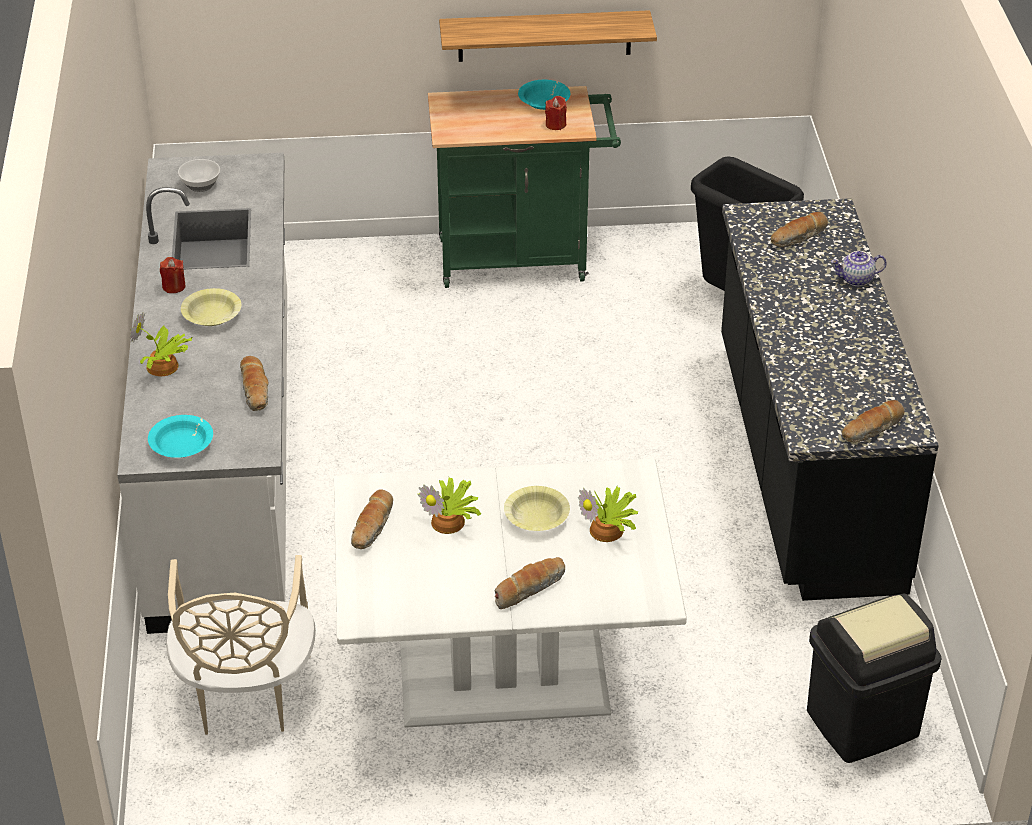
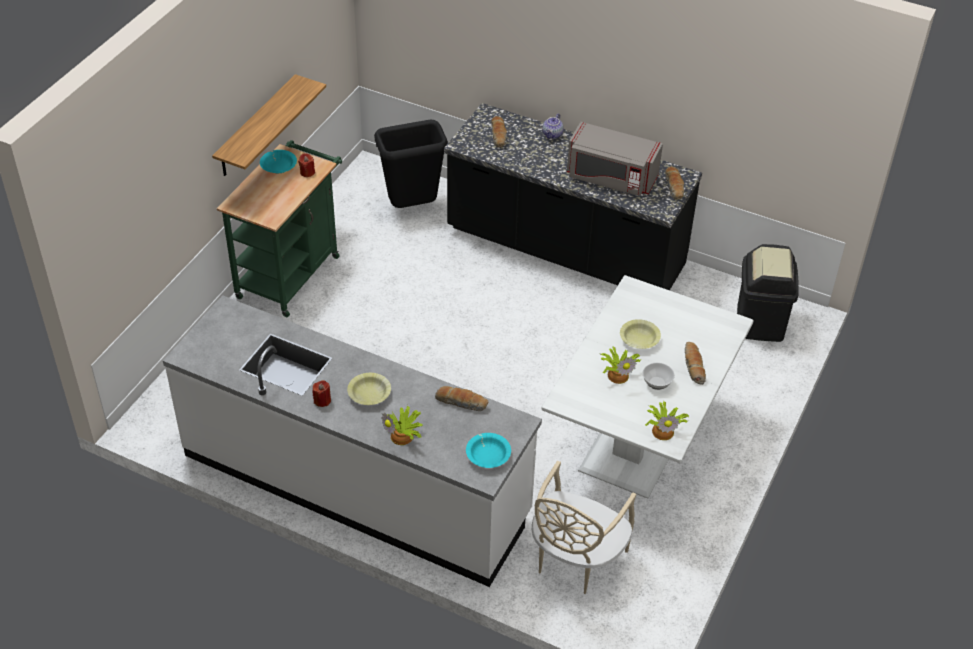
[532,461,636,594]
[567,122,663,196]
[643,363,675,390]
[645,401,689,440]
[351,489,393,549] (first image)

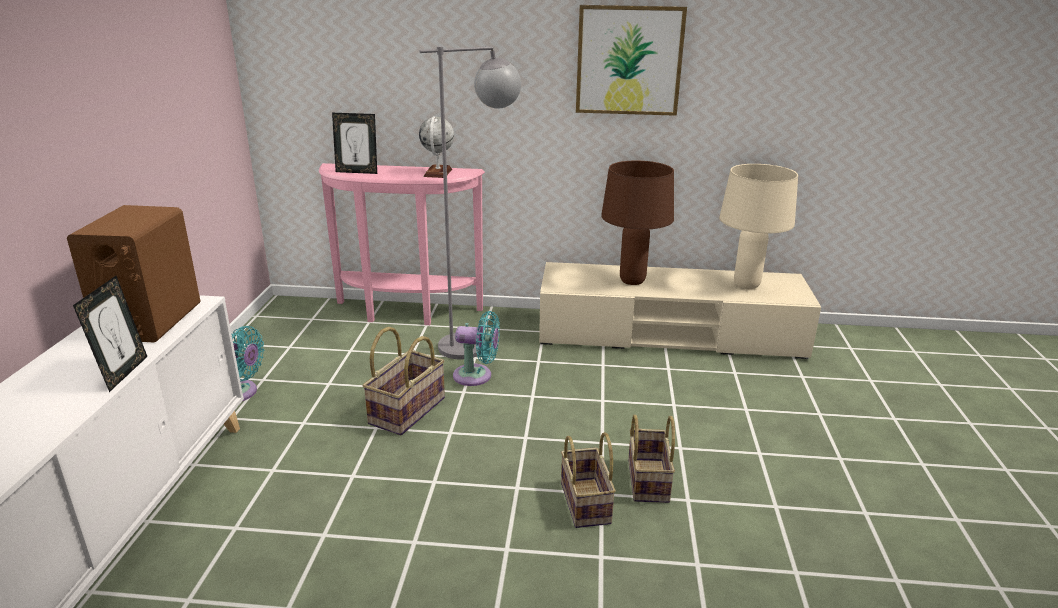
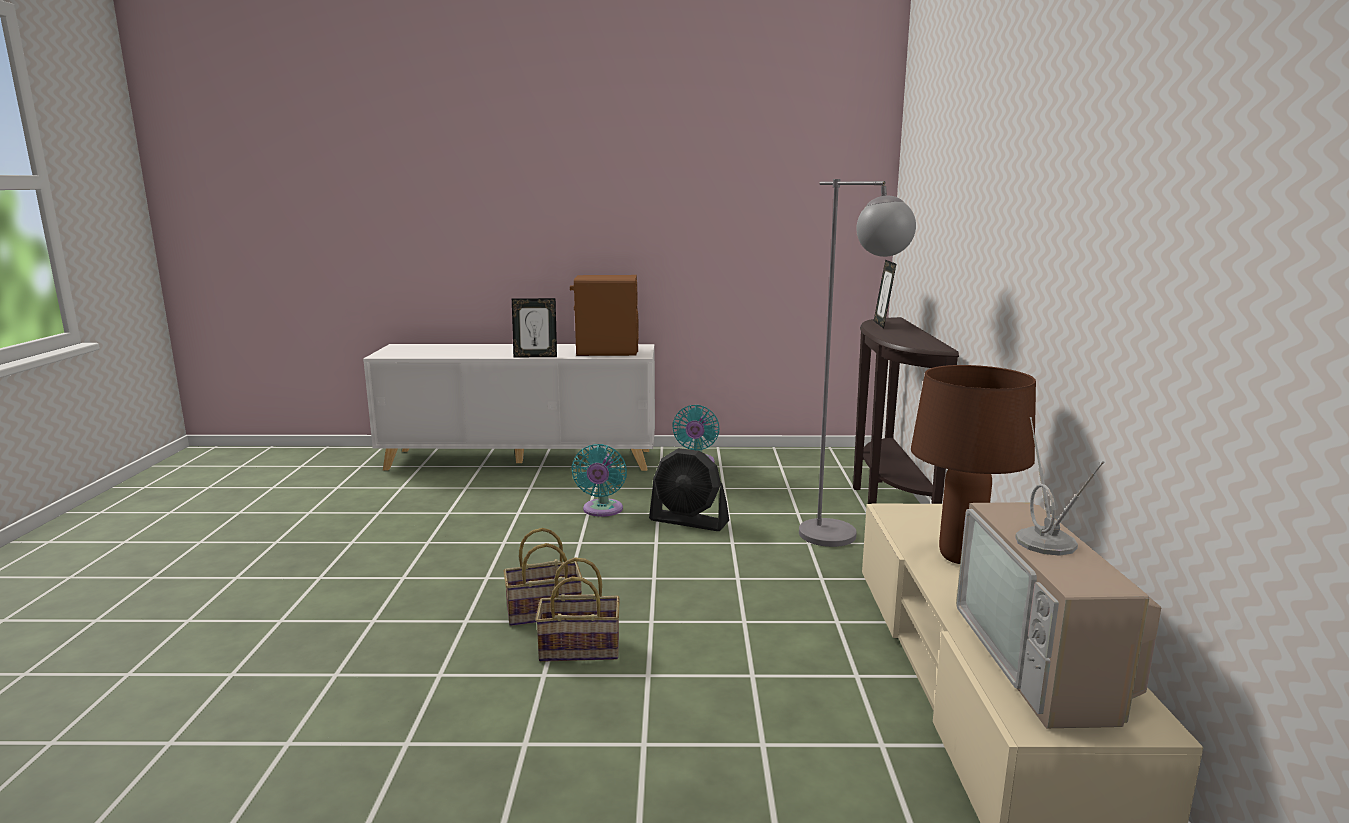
[571,444,627,517]
[649,448,729,531]
[853,317,959,504]
[956,417,1161,728]
[419,117,454,178] (first image)
[576,5,687,116] (first image)

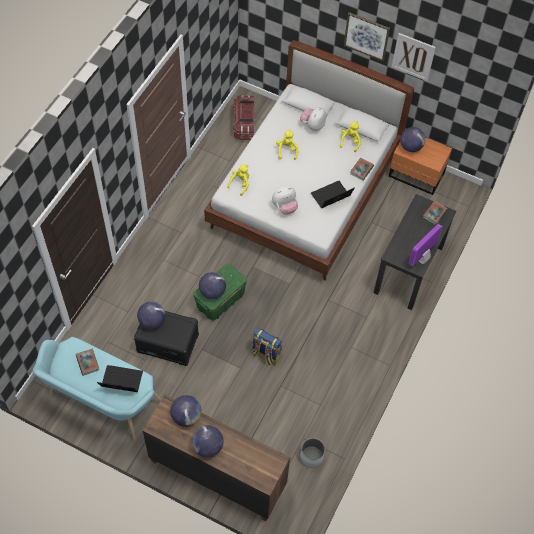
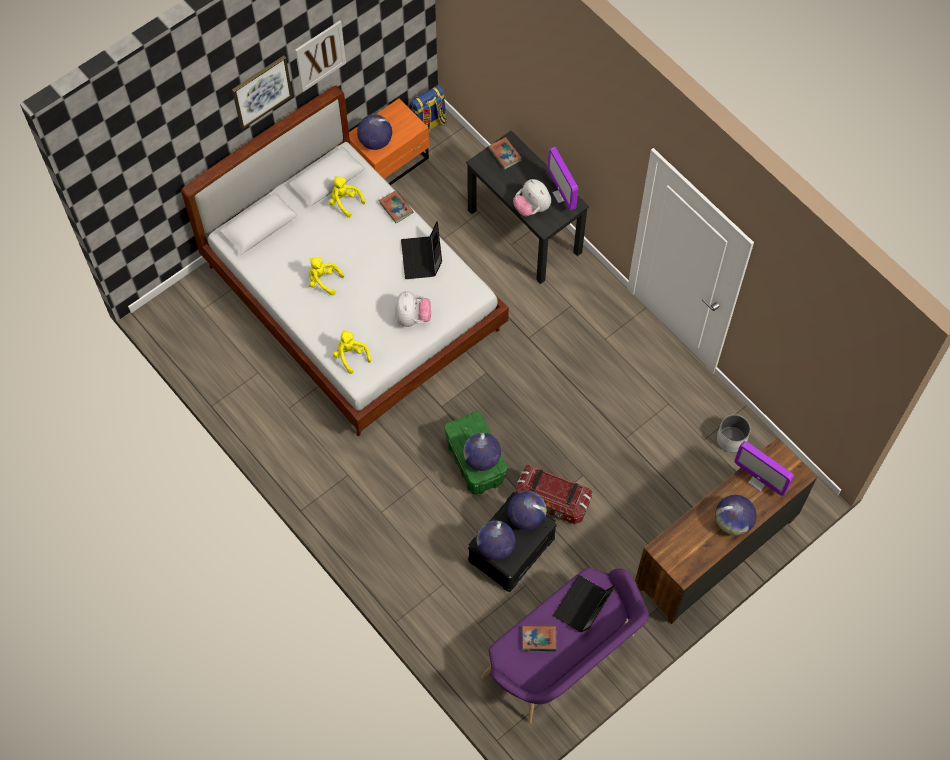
[410,85,447,132]
[481,567,649,723]
[508,491,547,530]
[513,179,551,217]
[516,465,593,524]
[734,441,794,496]

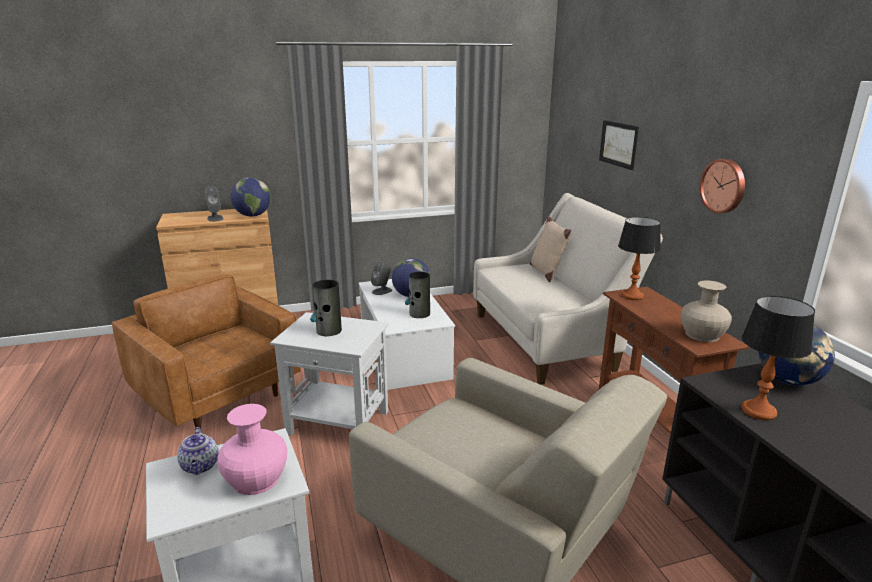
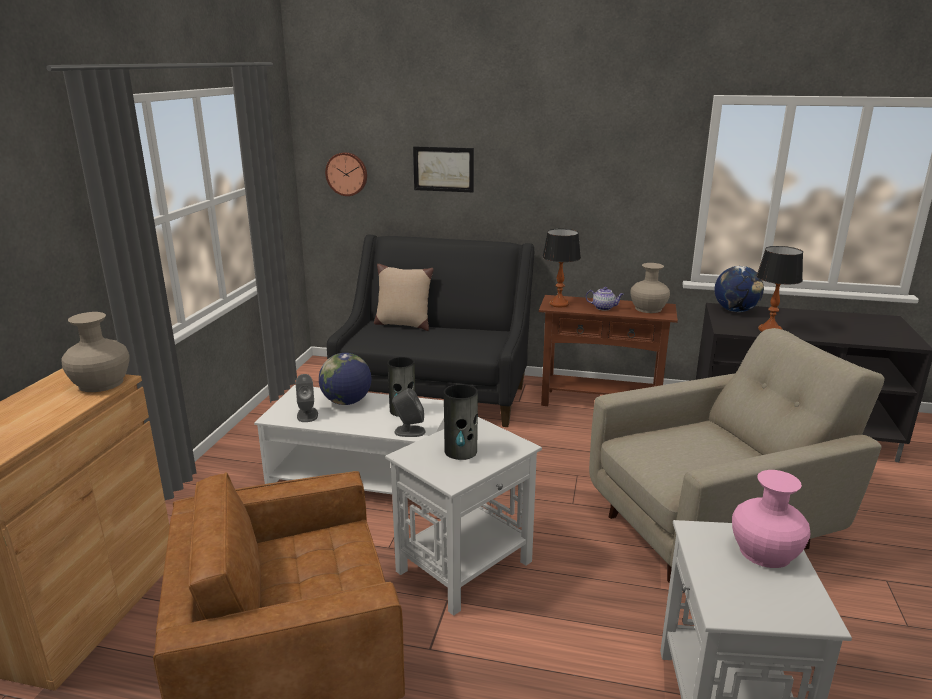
[61,312,130,392]
[325,152,367,196]
[327,235,534,427]
[392,388,426,437]
[586,287,624,311]

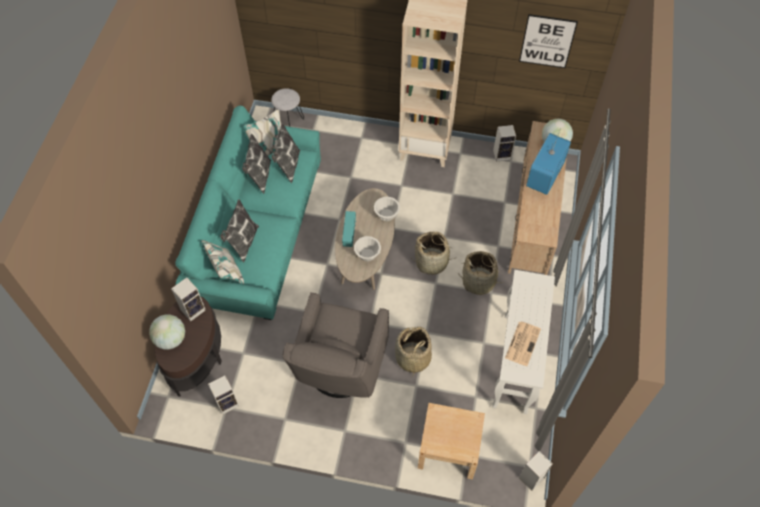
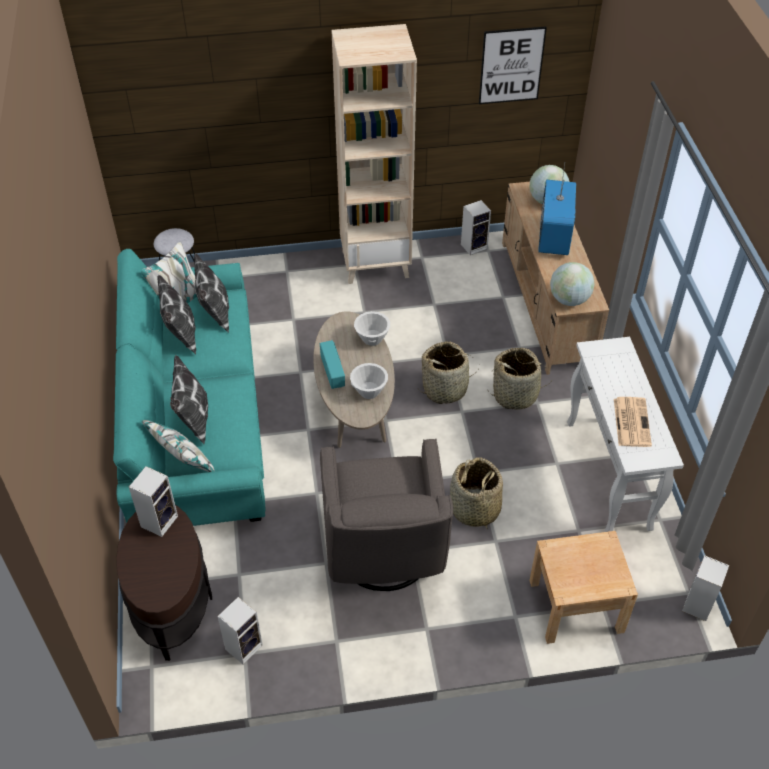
[550,262,595,306]

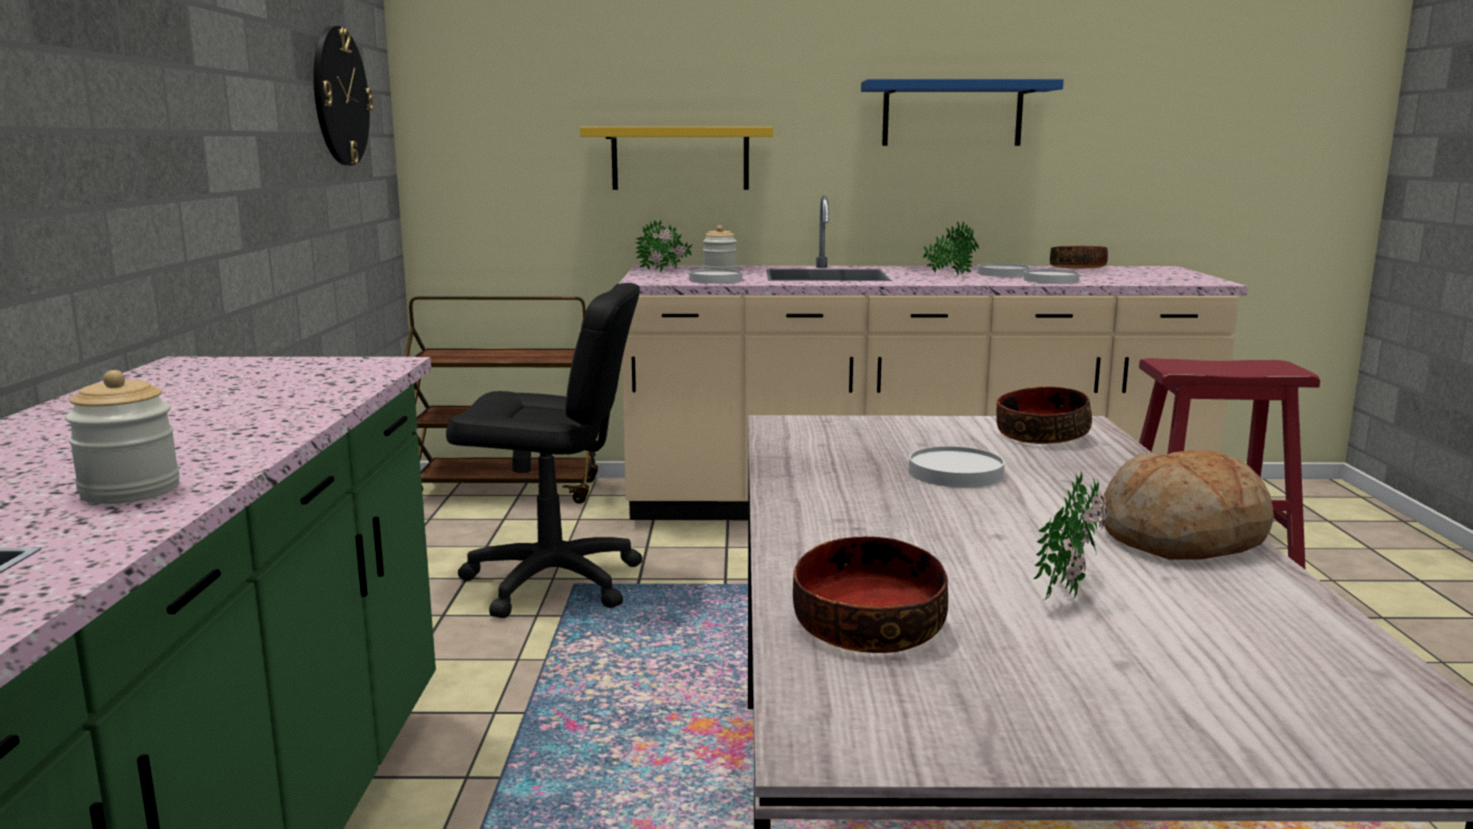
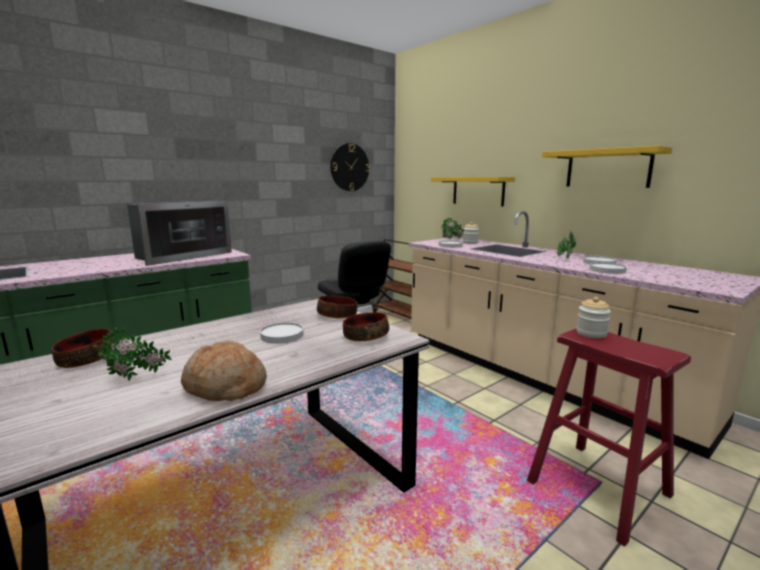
[127,200,232,266]
[317,296,357,318]
[542,146,672,188]
[576,297,611,338]

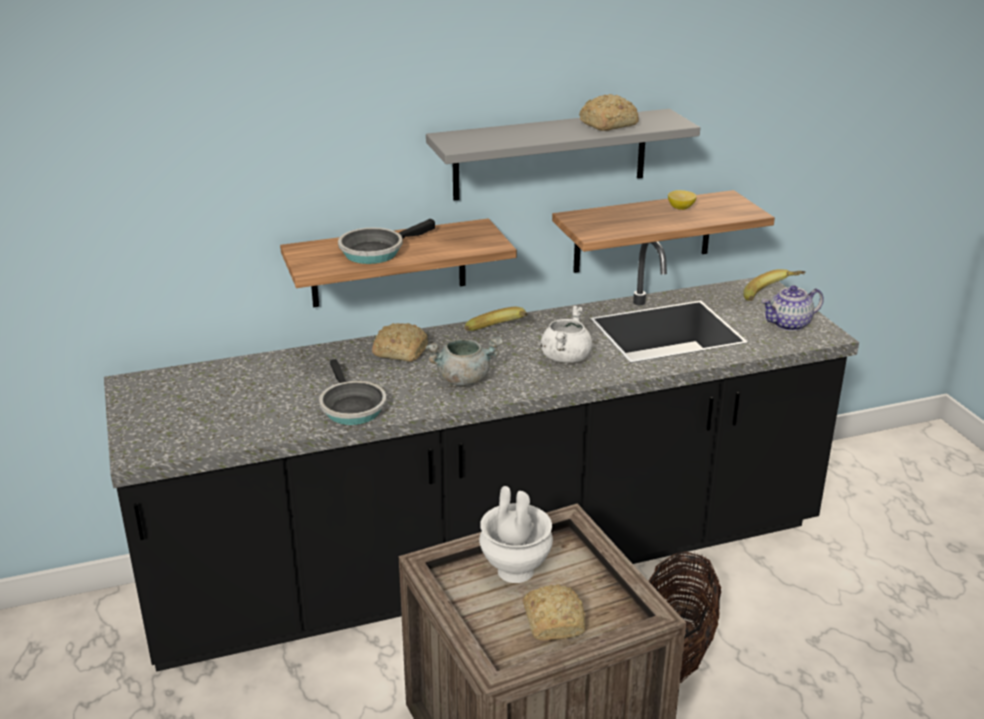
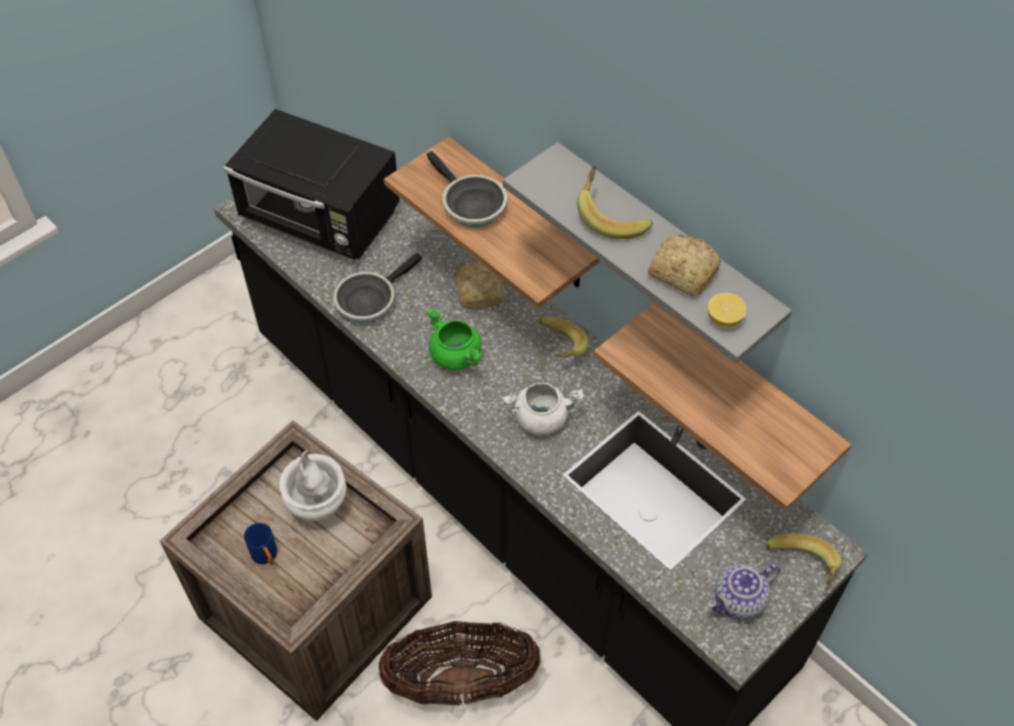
[224,109,400,260]
[244,523,277,565]
[426,308,483,370]
[427,151,507,227]
[577,165,653,239]
[707,564,780,621]
[708,293,746,326]

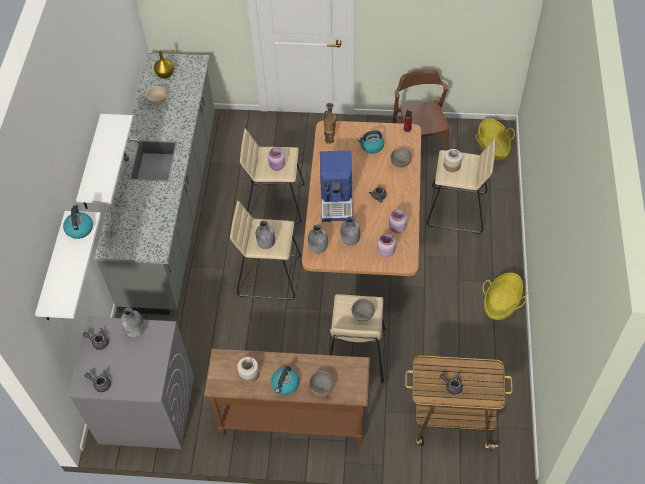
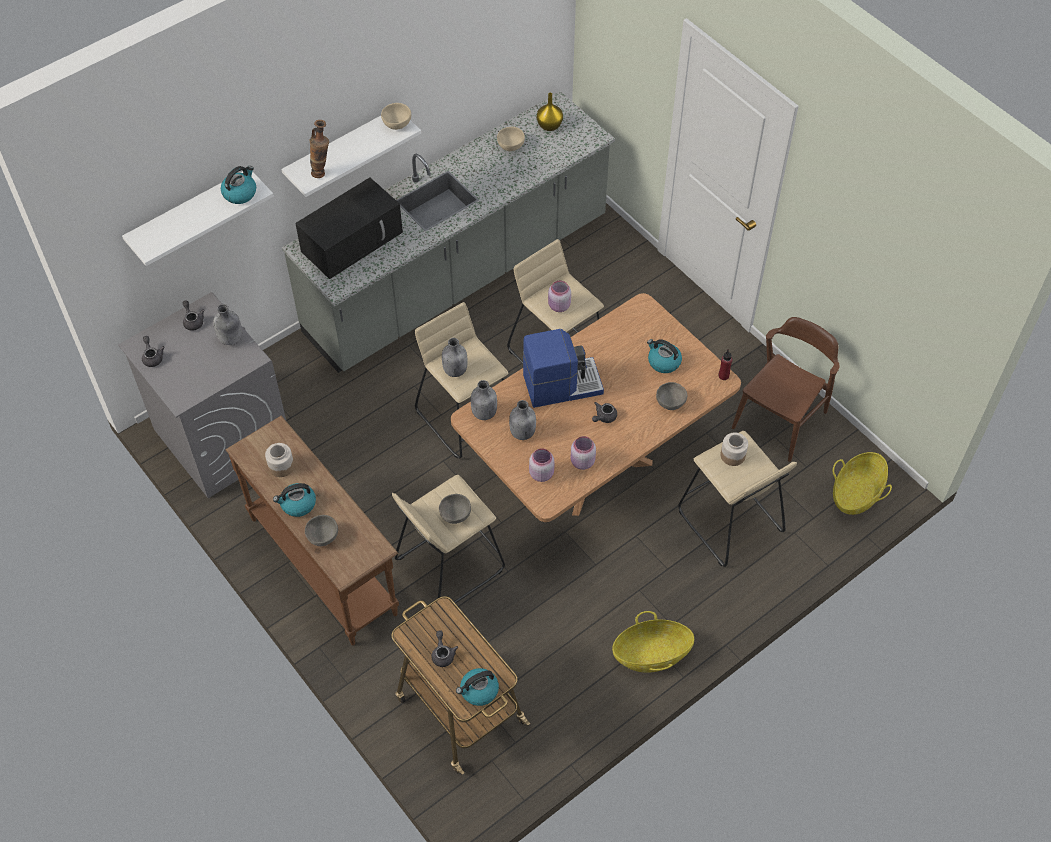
[295,177,403,279]
[310,120,329,178]
[381,103,411,130]
[456,668,499,706]
[523,329,604,408]

